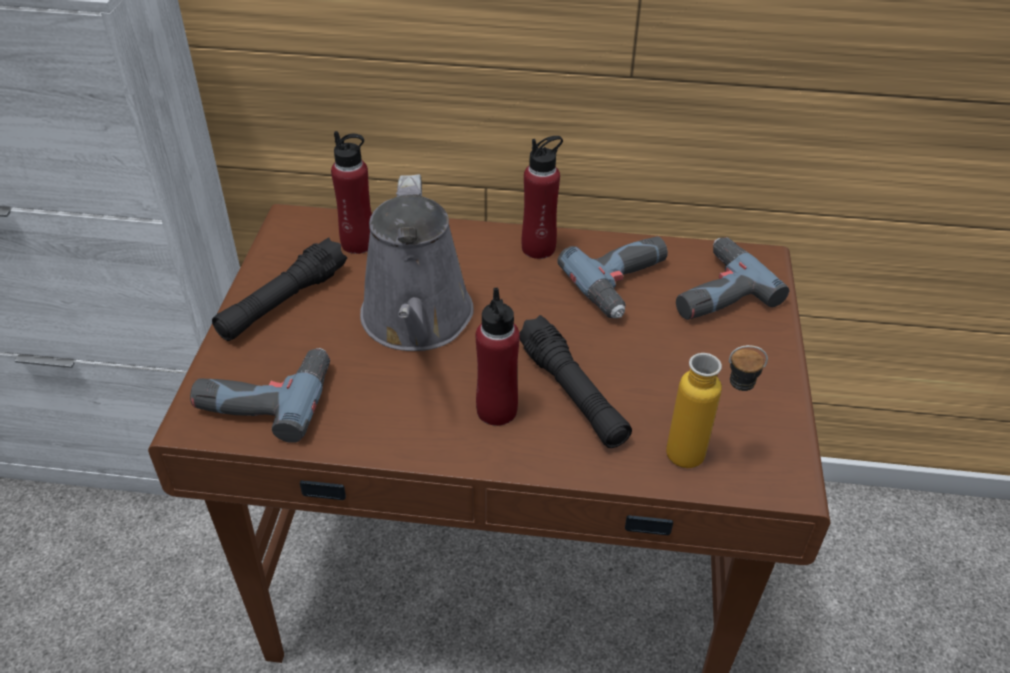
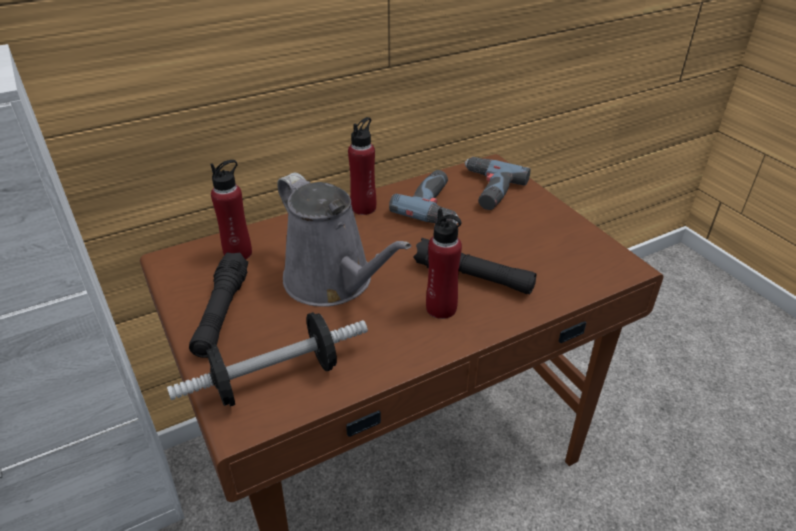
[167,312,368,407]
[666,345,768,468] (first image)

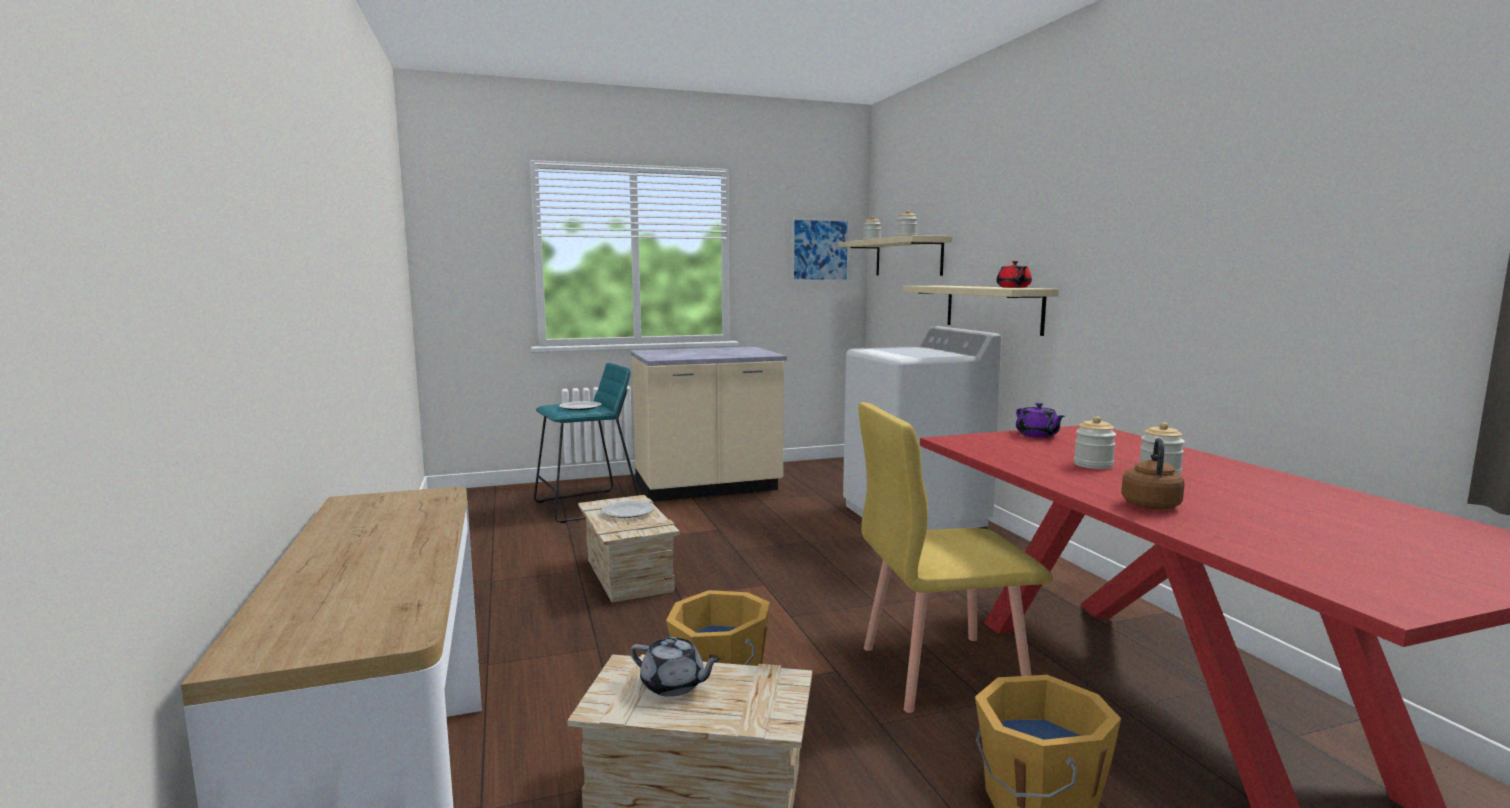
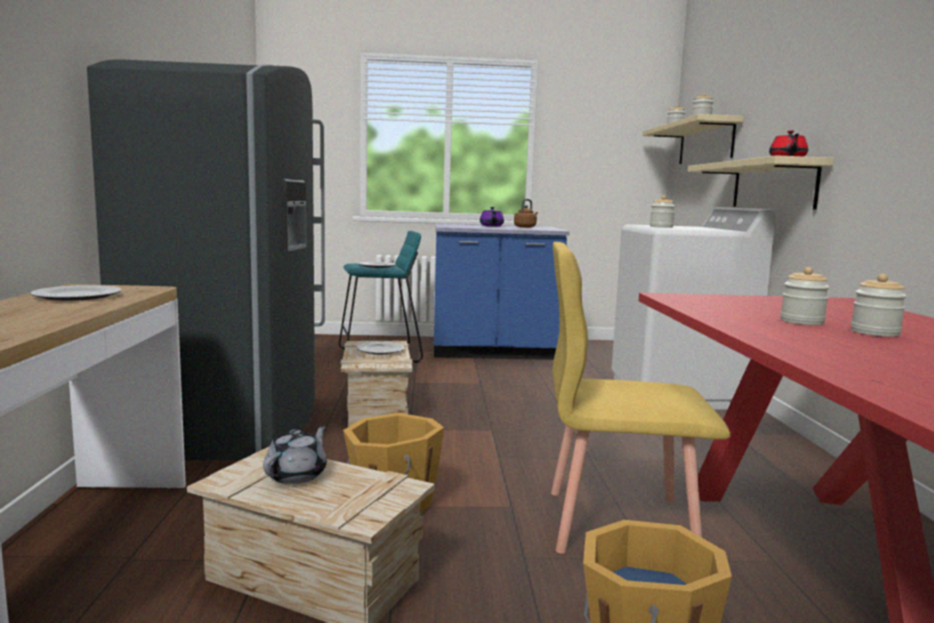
[30,285,122,301]
[87,59,325,460]
[263,425,327,484]
[434,223,569,360]
[480,207,504,226]
[514,199,538,228]
[650,195,675,228]
[791,218,850,282] (first image)

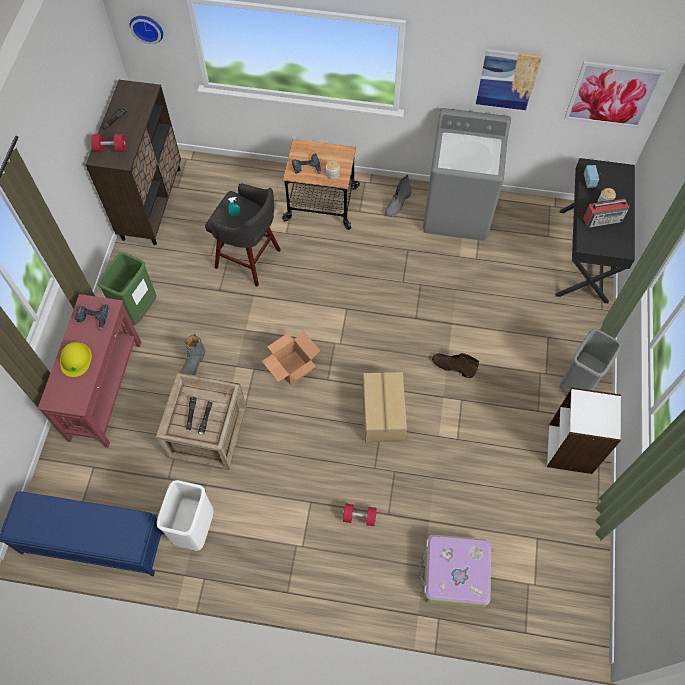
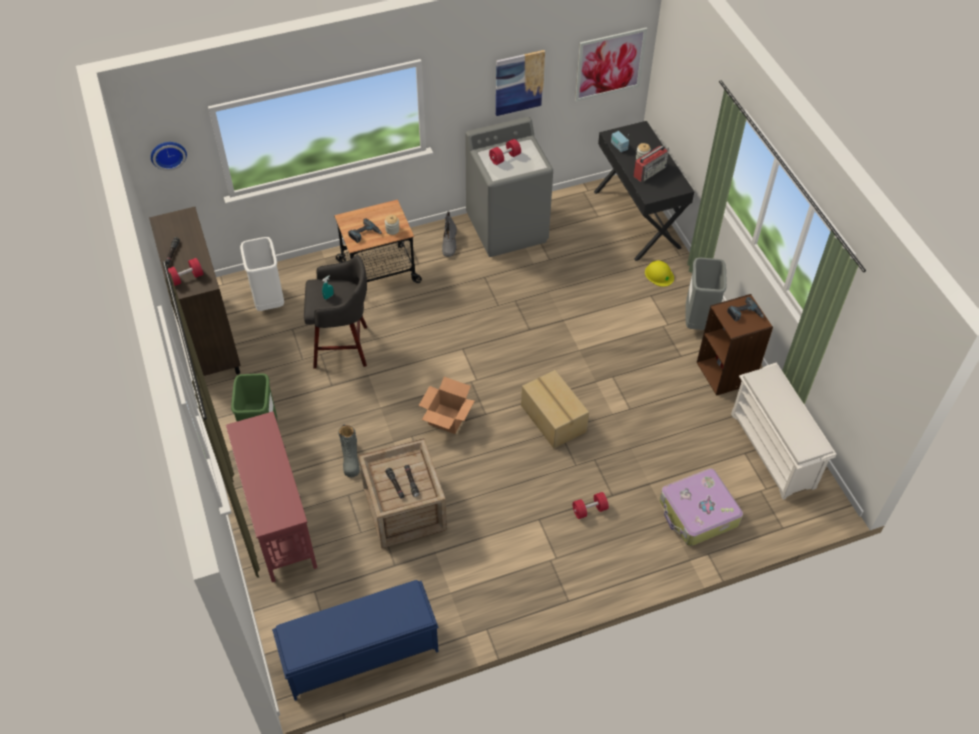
[240,237,284,311]
[489,139,521,165]
[645,261,674,287]
[697,294,773,396]
[727,297,764,321]
[731,362,836,500]
[432,353,479,378] (first image)

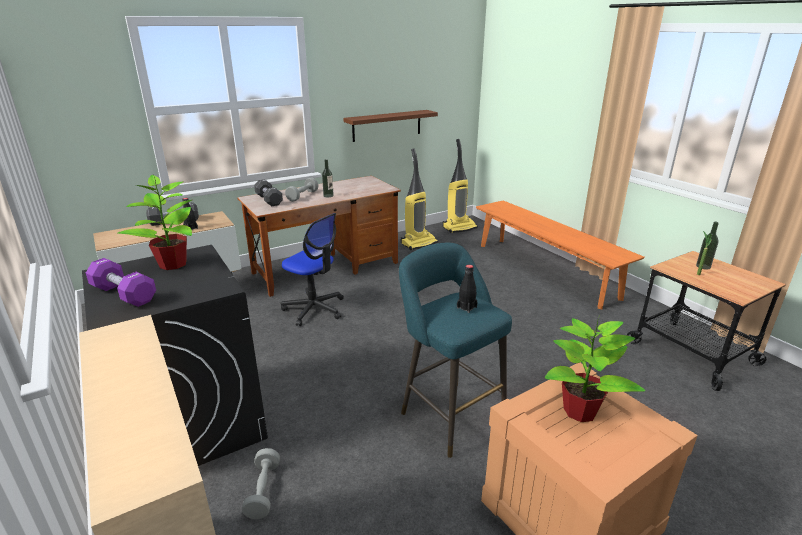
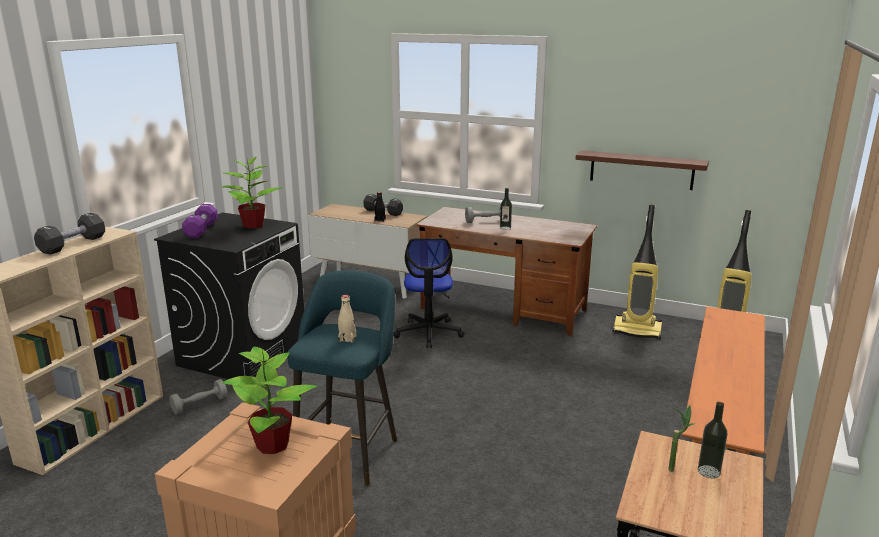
[34,213,105,255]
[338,295,356,343]

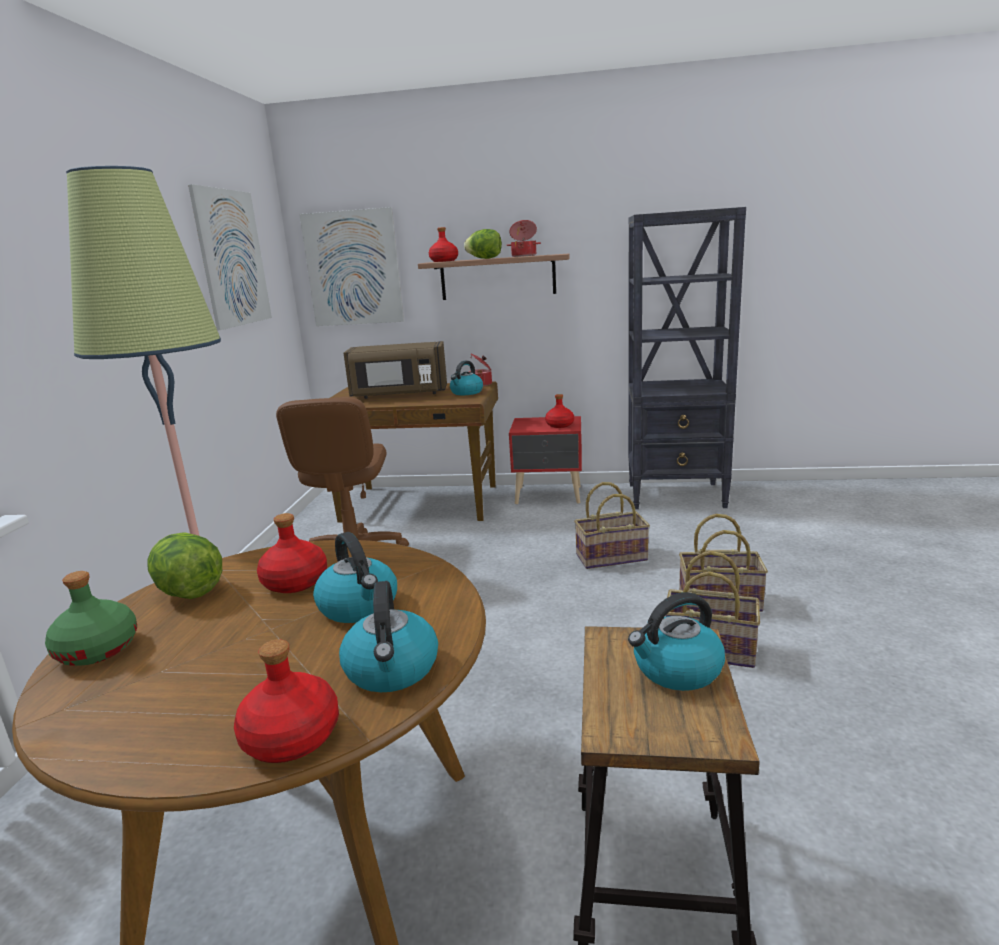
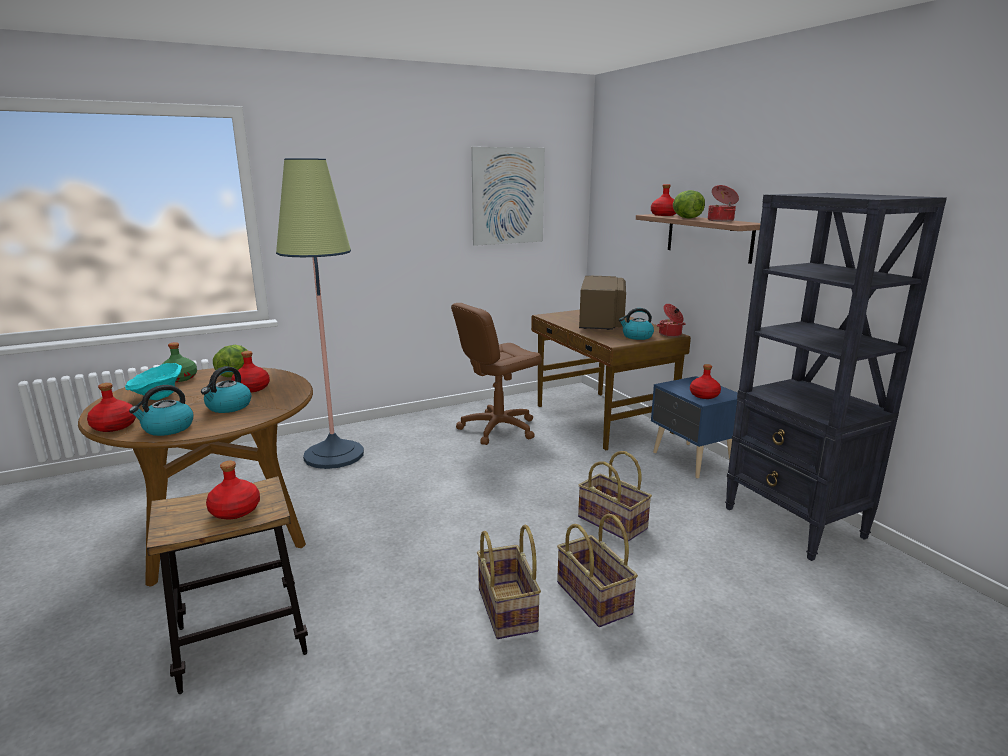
[125,363,182,400]
[206,461,260,519]
[579,275,626,330]
[651,376,738,478]
[299,207,404,326] (first image)

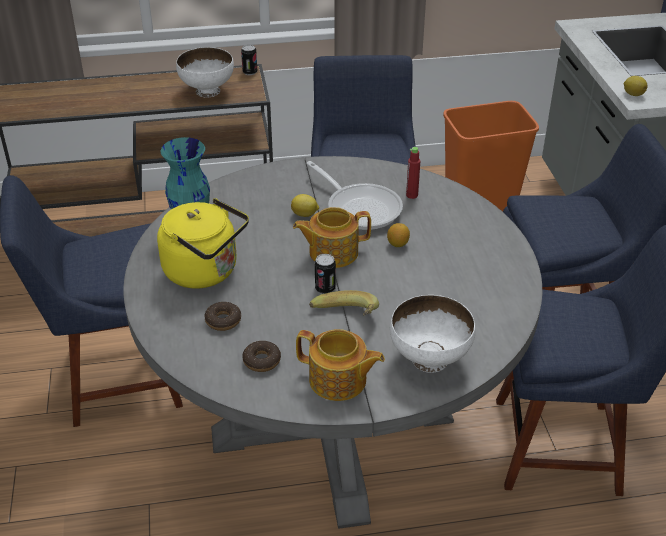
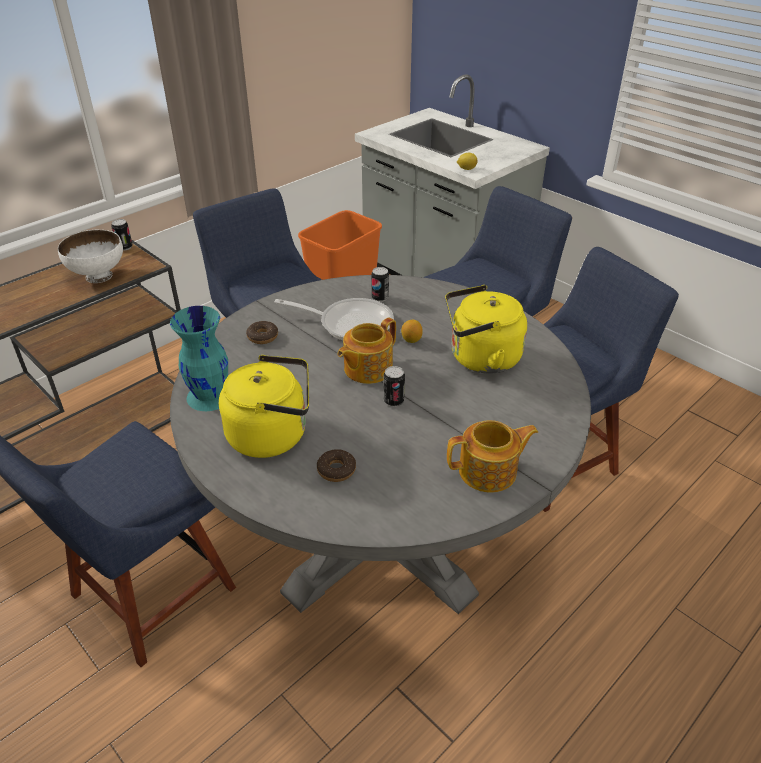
[246,321,278,344]
[371,267,389,302]
[445,285,527,374]
[291,194,319,217] (first image)
[309,290,379,316] (first image)
[390,295,476,373] (first image)

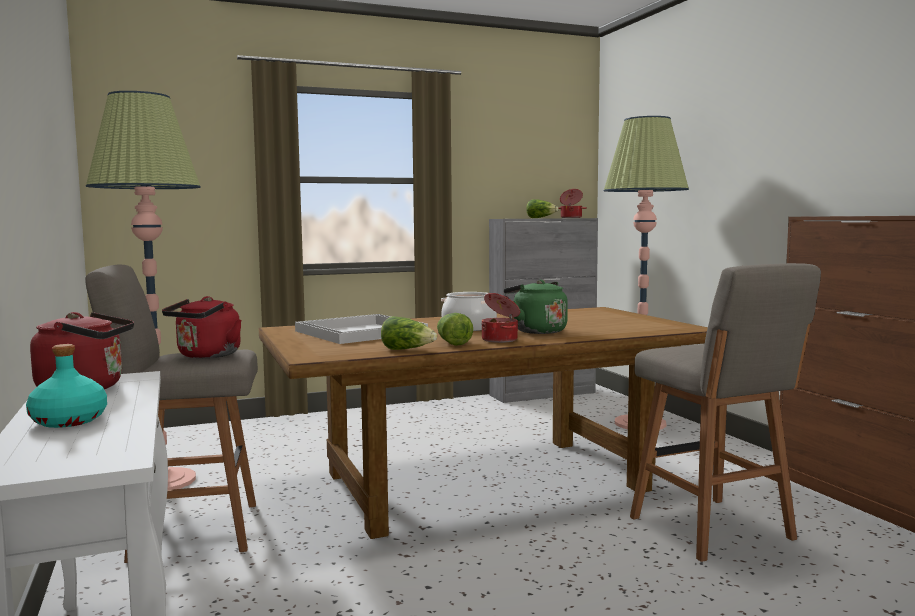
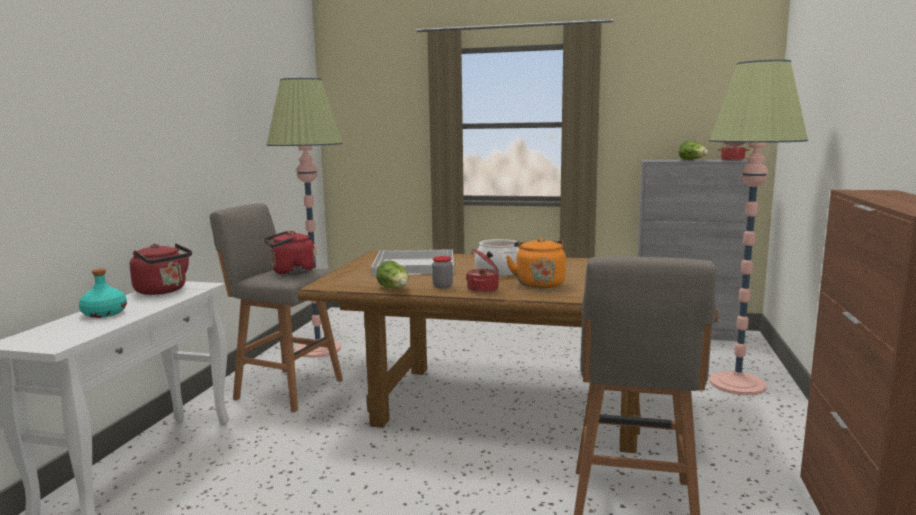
[432,256,453,289]
[506,238,566,288]

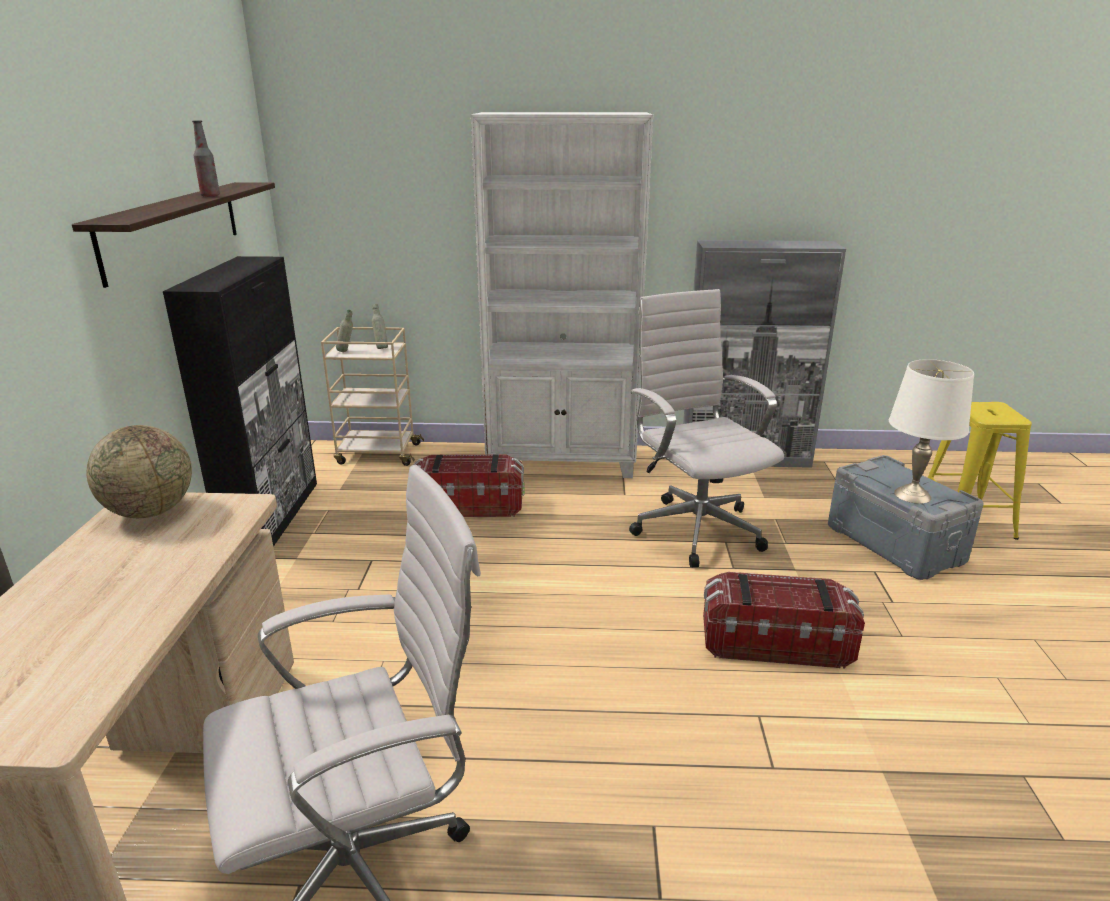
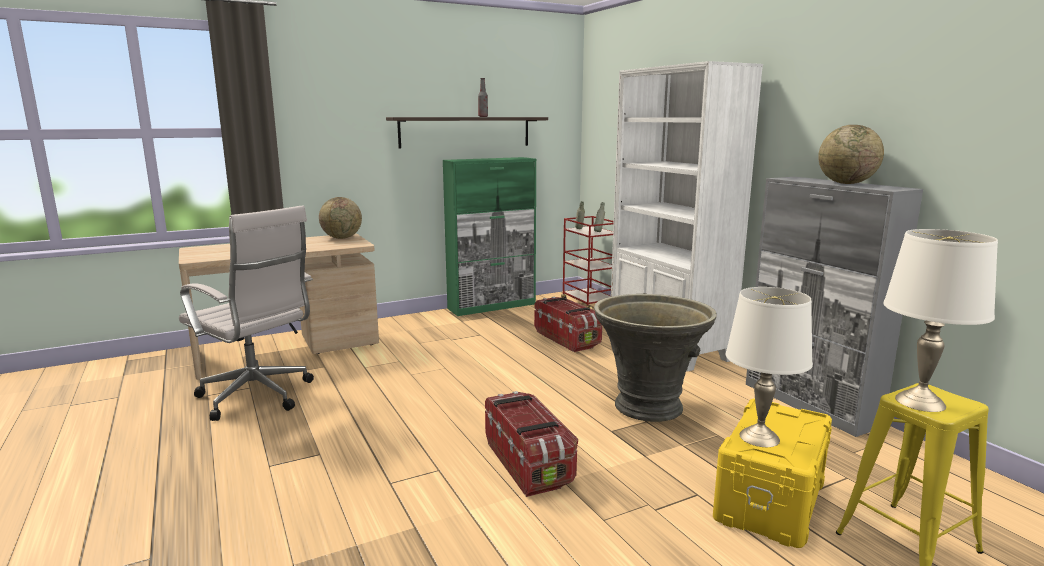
[443,157,536,316]
[561,216,614,310]
[594,294,717,422]
[713,399,832,548]
[818,125,884,184]
[883,229,998,412]

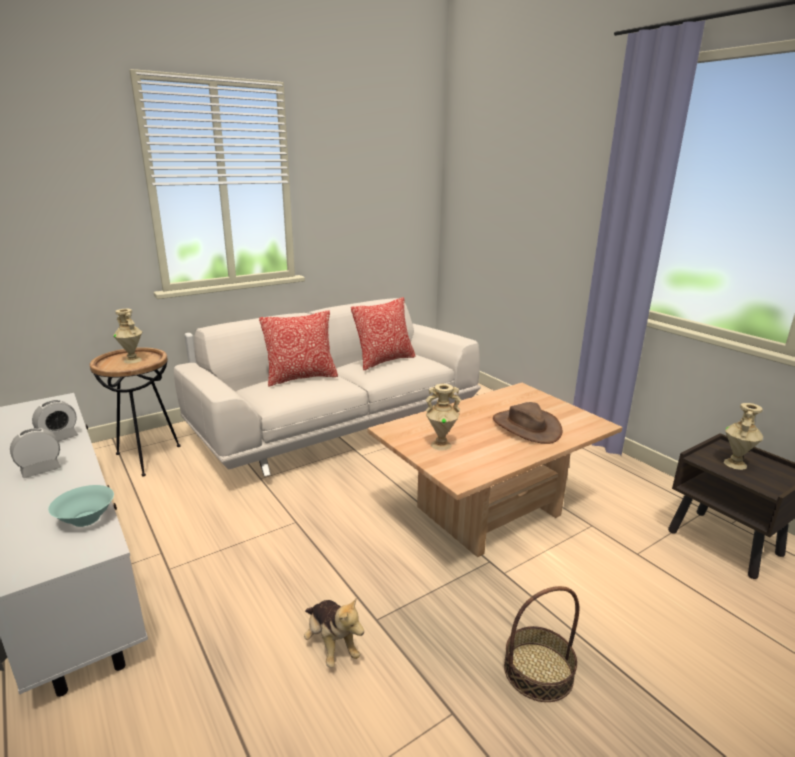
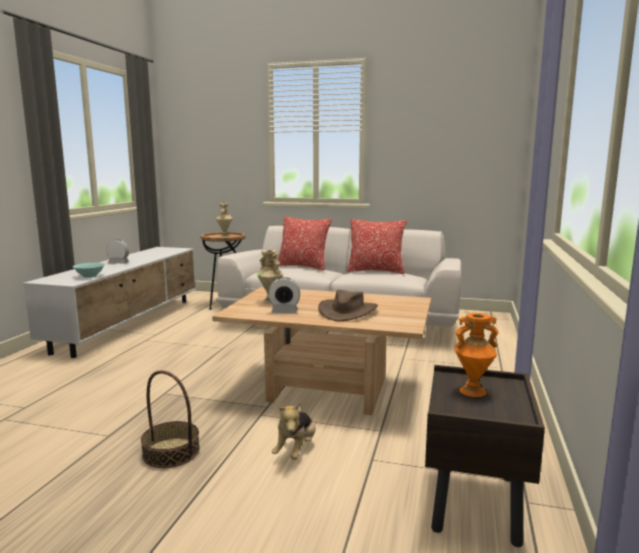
[268,277,300,313]
[272,403,316,460]
[455,313,499,397]

